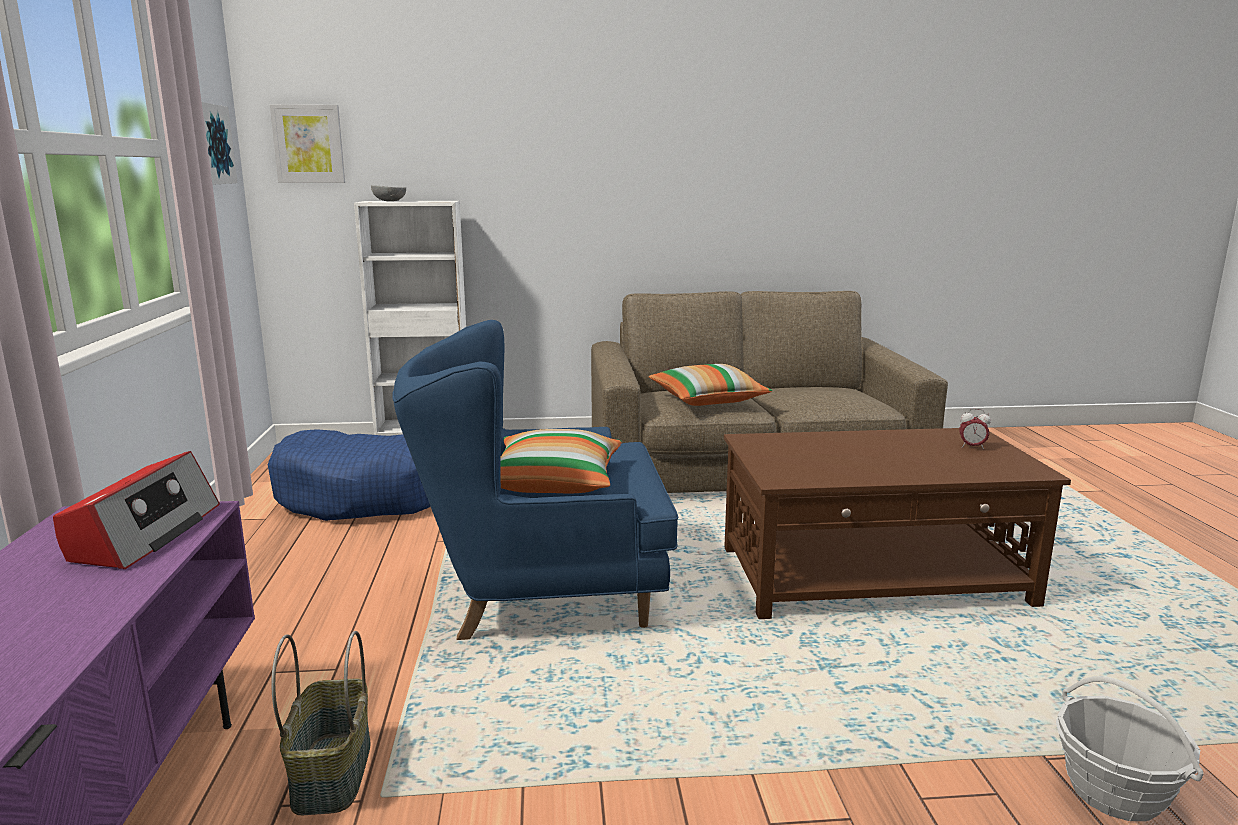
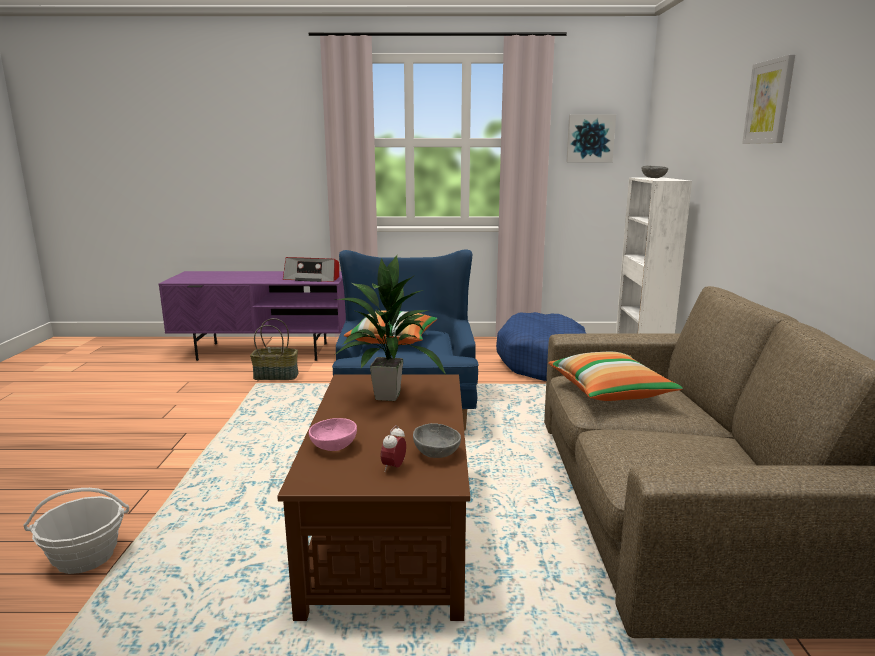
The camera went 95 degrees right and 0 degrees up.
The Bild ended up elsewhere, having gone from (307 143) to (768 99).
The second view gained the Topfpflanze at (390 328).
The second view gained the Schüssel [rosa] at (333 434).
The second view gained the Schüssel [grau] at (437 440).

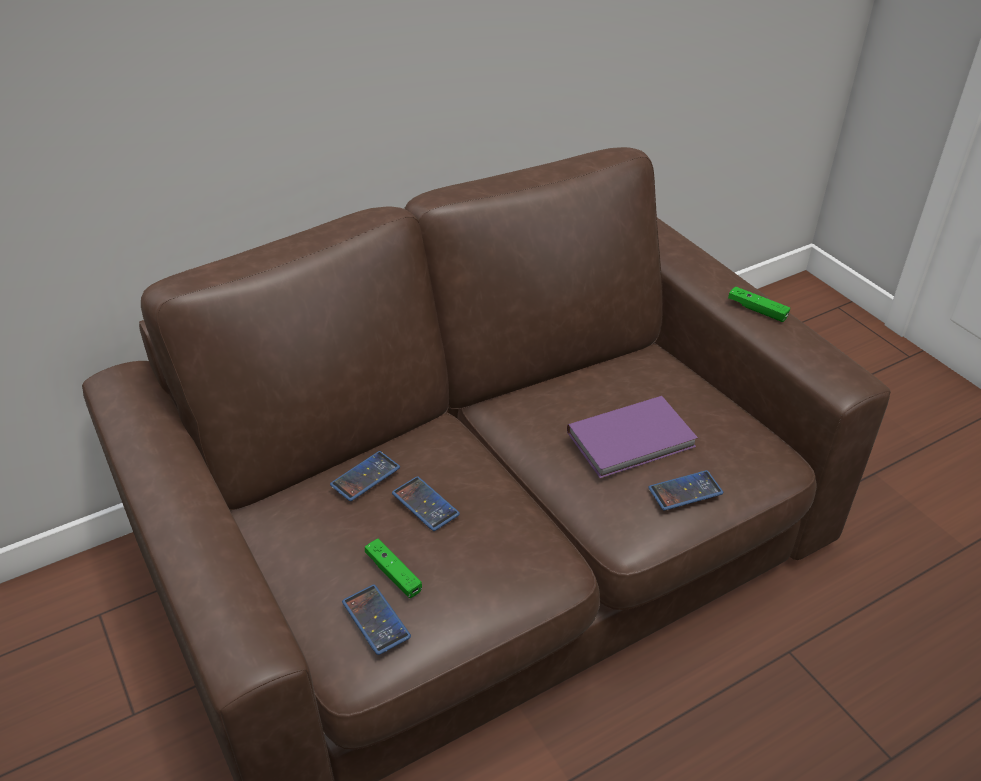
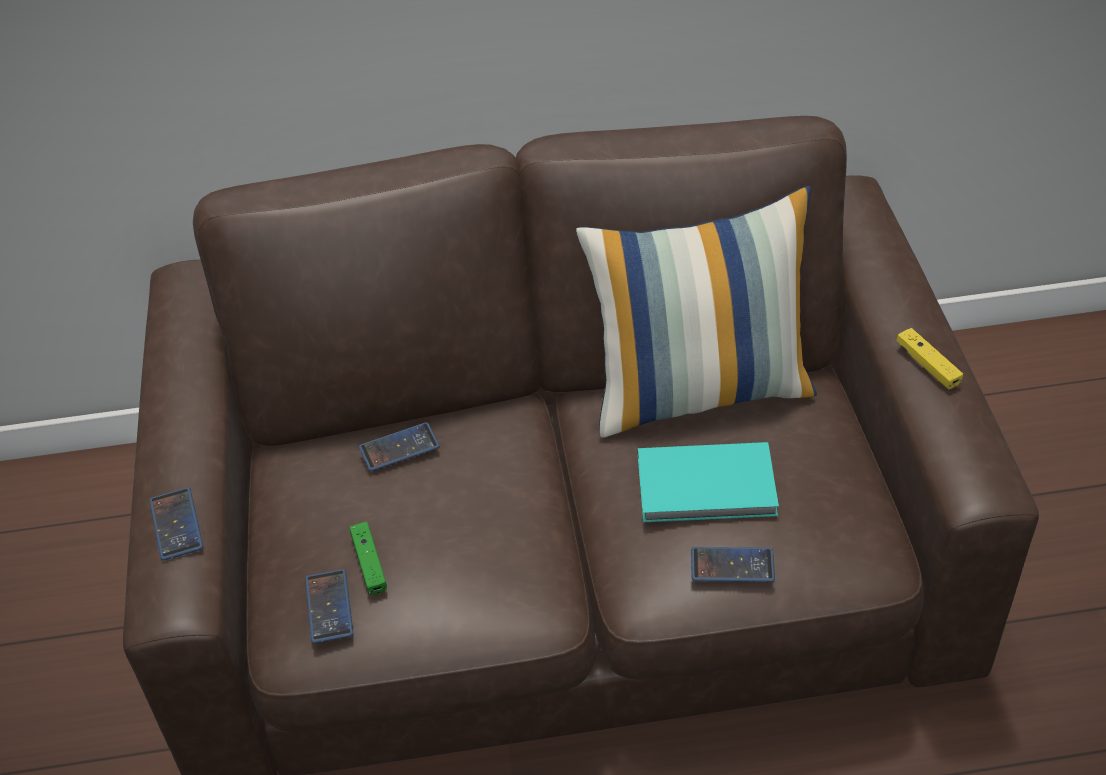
The camera went 25 degrees right and 5 degrees up.
What was the Gamepad [grün] at (759 304) turned into the Gamepad [gelb] at (930 358).
What was the Buch [lila] at (632 437) turned into the Buch [türkis] at (708 482).
The Handy ended up elsewhere, having gone from (426 503) to (176 524).
The second view gained the Kissen at (696 312).

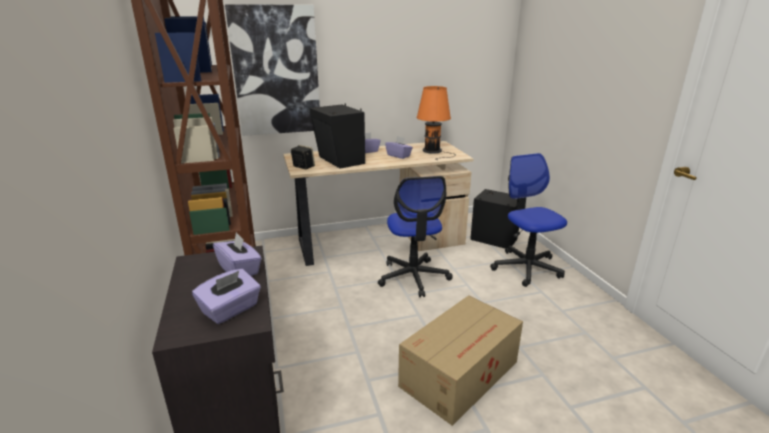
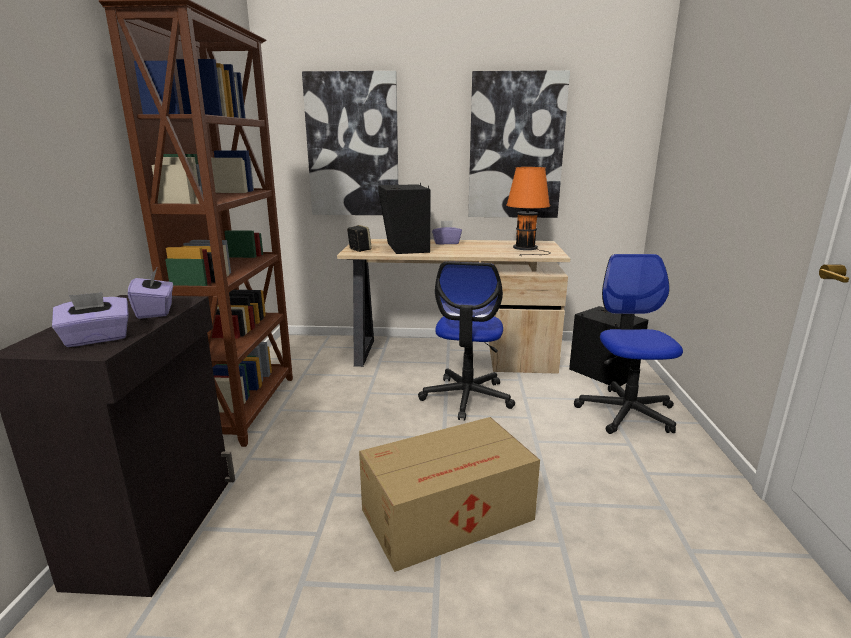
The camera went 20 degrees right and 5 degrees down.
The second view lost the Taschentuchbox [lila] at (399 147).
The second view gained the Bild at (519 144).

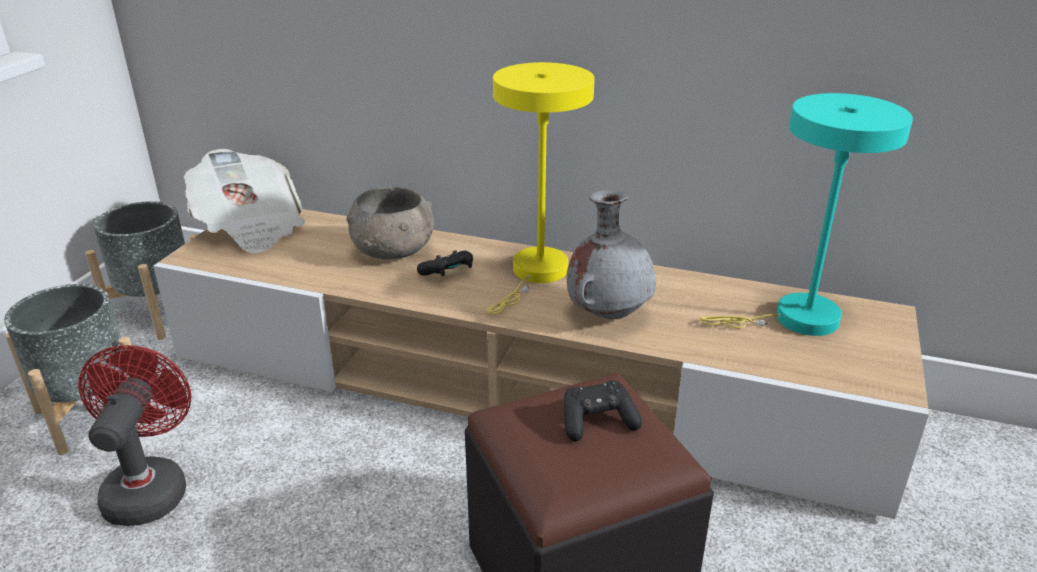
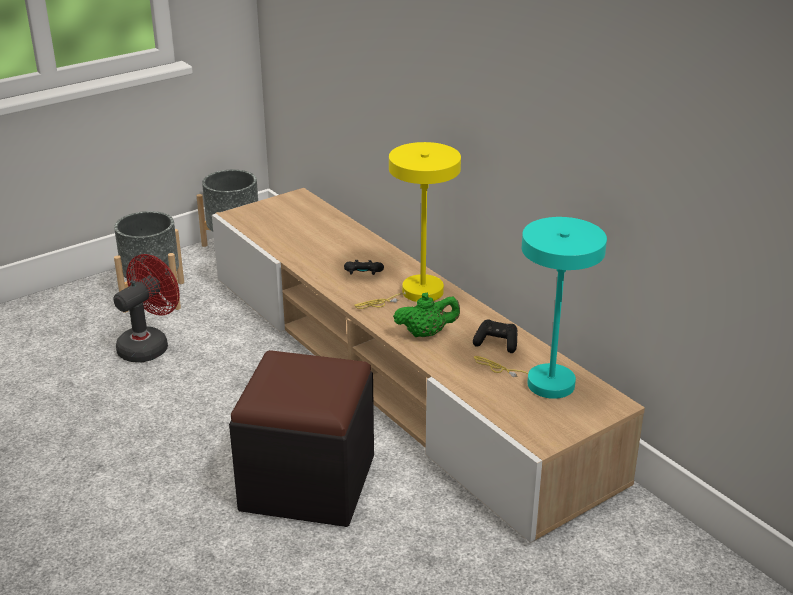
The camera went 35 degrees right and 0 degrees up.
The second view lost the Zeitung at (244 201).
The second view lost the Schüssel [grau] at (390 223).
Where the Vase [grau] stood at (611 254), the Teekanne [grün] came to stand at (426 315).
The Gamepad [schwarz] ended up elsewhere, having gone from (603 411) to (495 336).

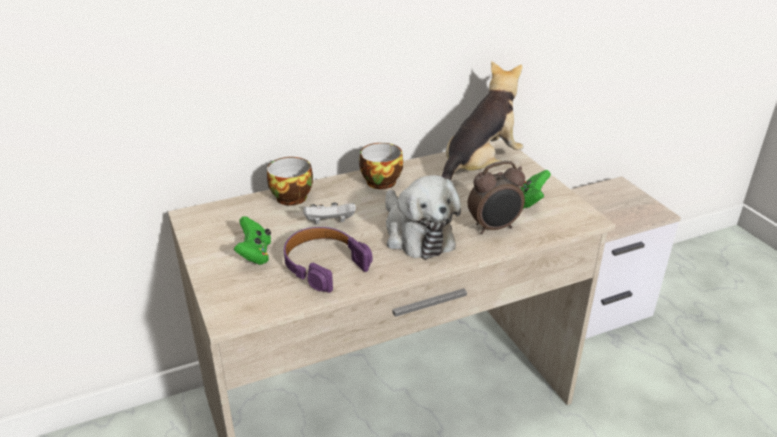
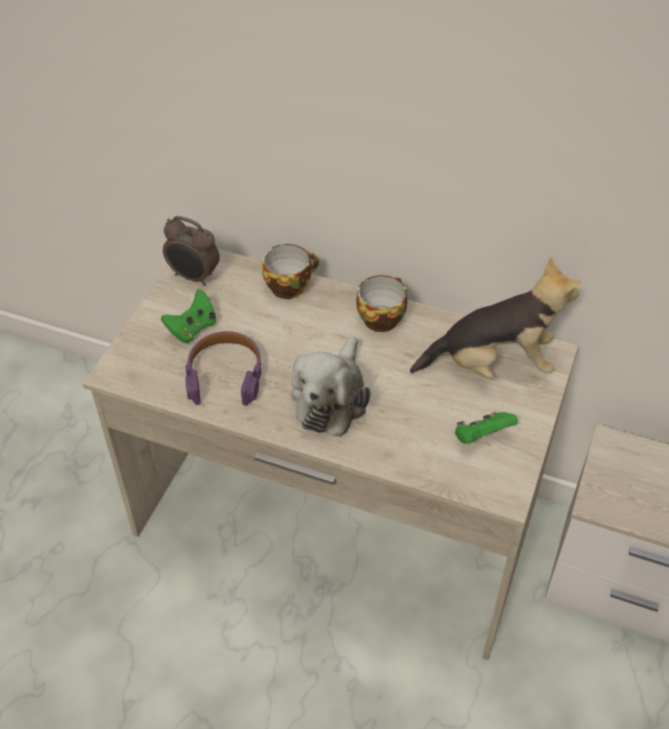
The camera went 45 degrees right and 15 degrees up.
The Wecker ended up elsewhere, having gone from (496 197) to (191 251).
The second view lost the Gamepad [weiß] at (329 213).

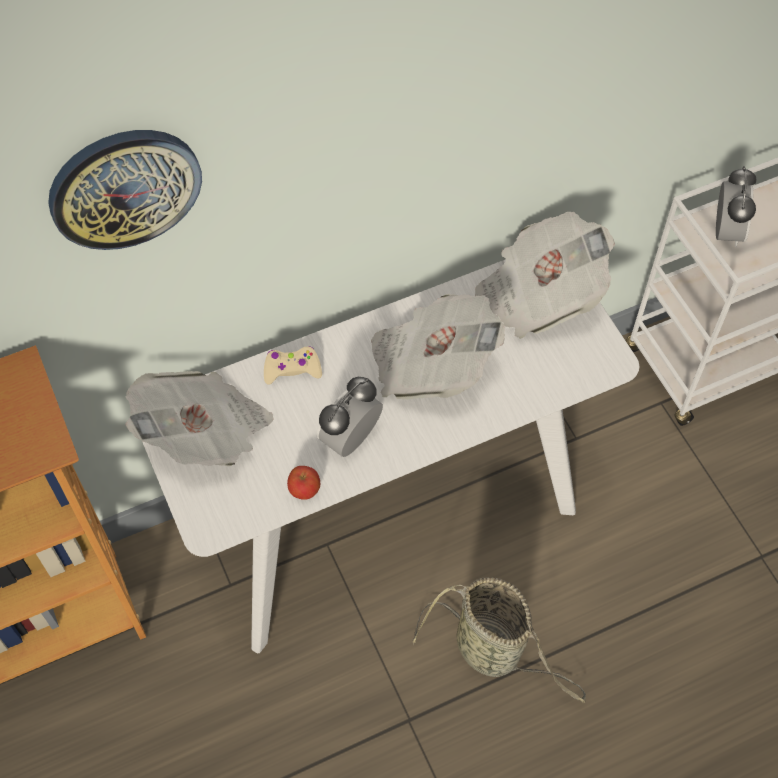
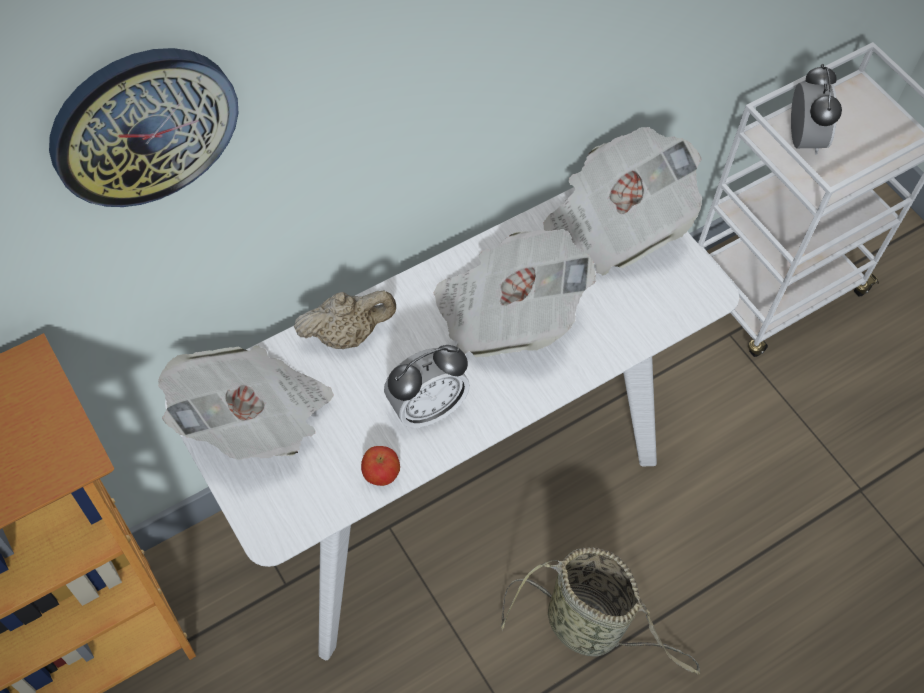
The camera went 10 degrees left and 0 degrees up.
Where the Gamepad [beige] stood at (293 365), the Teekanne [beige] came to stand at (345 319).
The Wecker at (350 417) ended up facing another way, 150 degrees counterclockwise from before.

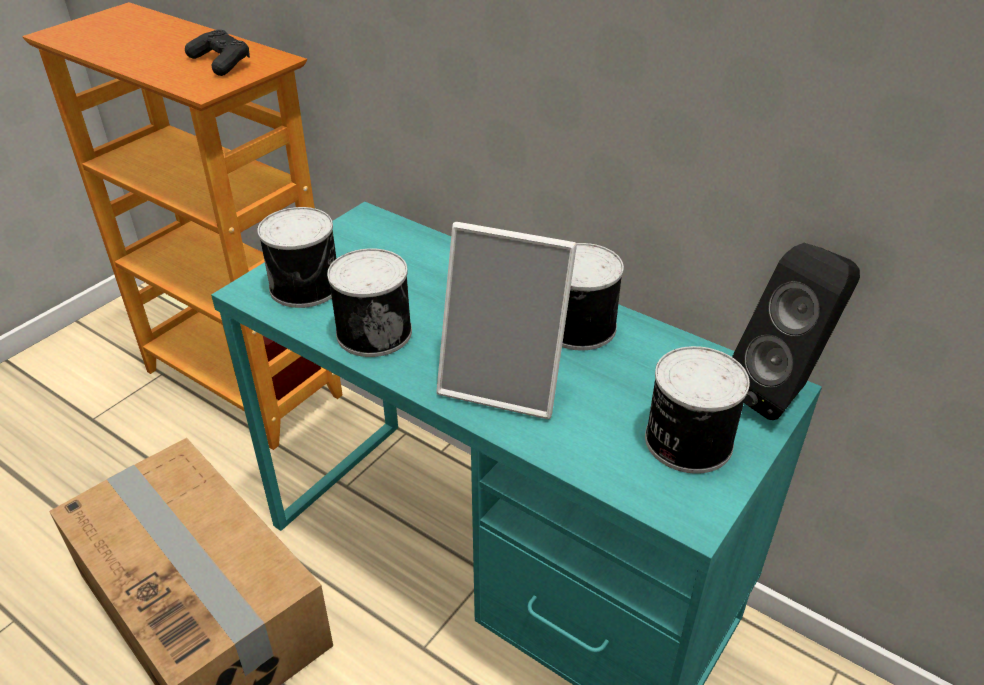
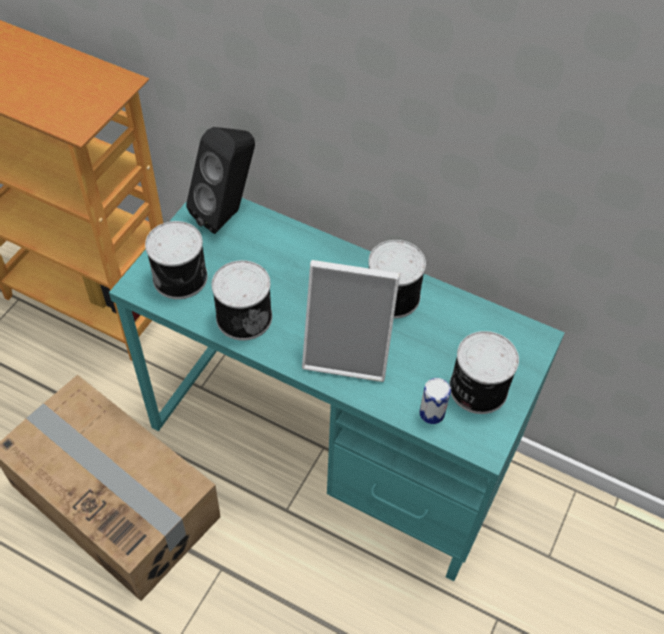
The camera went 10 degrees left and 15 degrees up.
The second view lost the Gamepad [schwarz] at (217 53).
The Lautsprecher [schwarz] ended up elsewhere, having gone from (796 331) to (220 180).
The second view gained the Dose at (435 401).

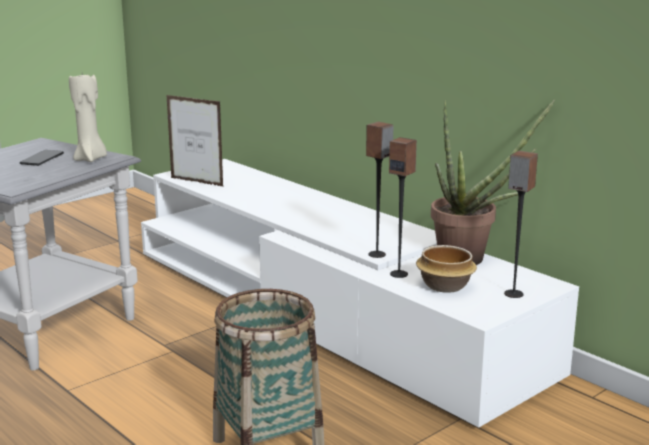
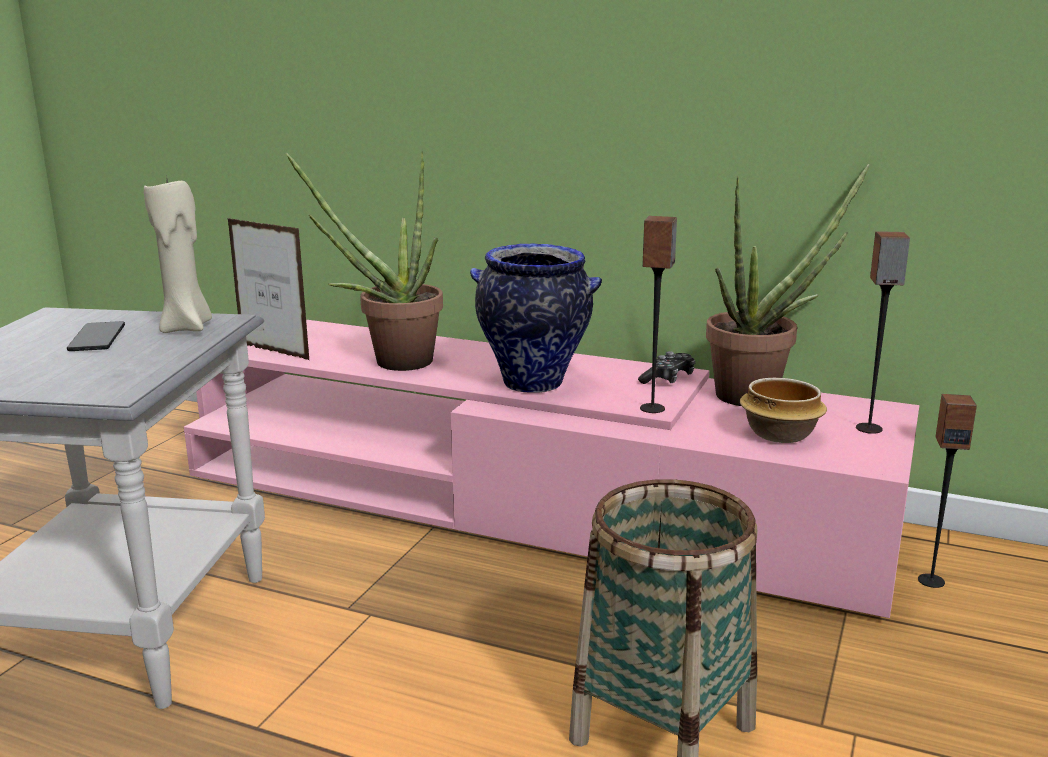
The camera went 25 degrees left and 0 degrees up.
The Bilderrahmen at (195 141) ended up facing another way, 150 degrees counterclockwise from before.
The Lautsprecher ended up elsewhere, having gone from (403 207) to (947 491).
What was the Fernsehschrank [weiß] at (360 293) turned into the Fernsehschrank [rosa] at (551 469).
The second view gained the Topfpflanze at (364 261).
The second view gained the Vase at (536 318).
The second view gained the Gamepad at (666 367).

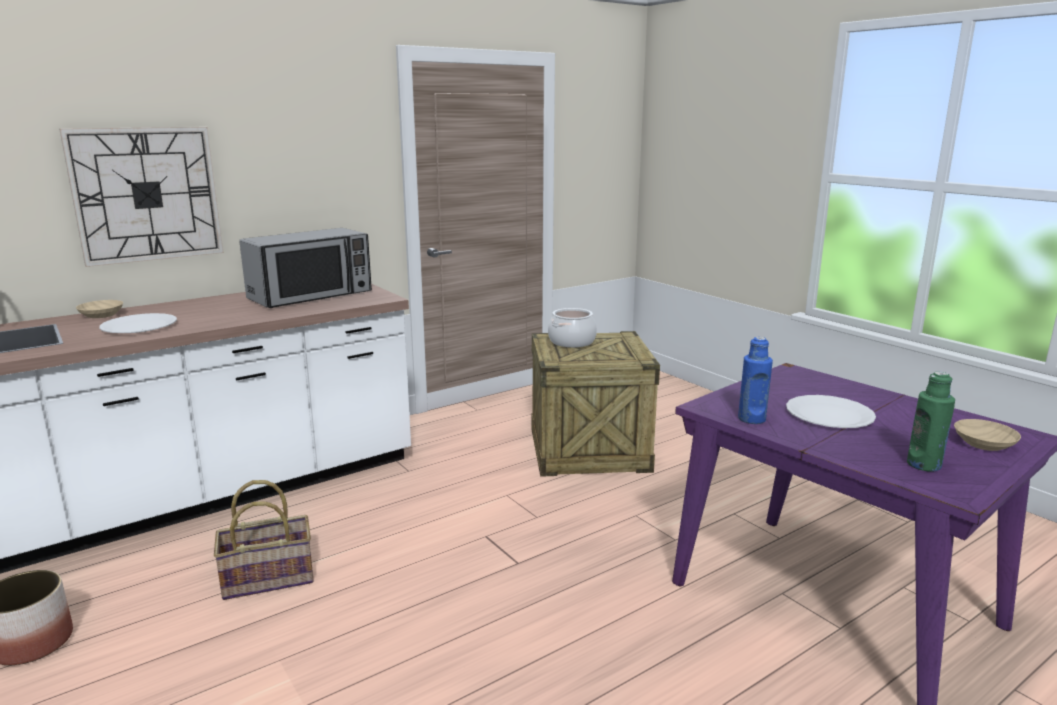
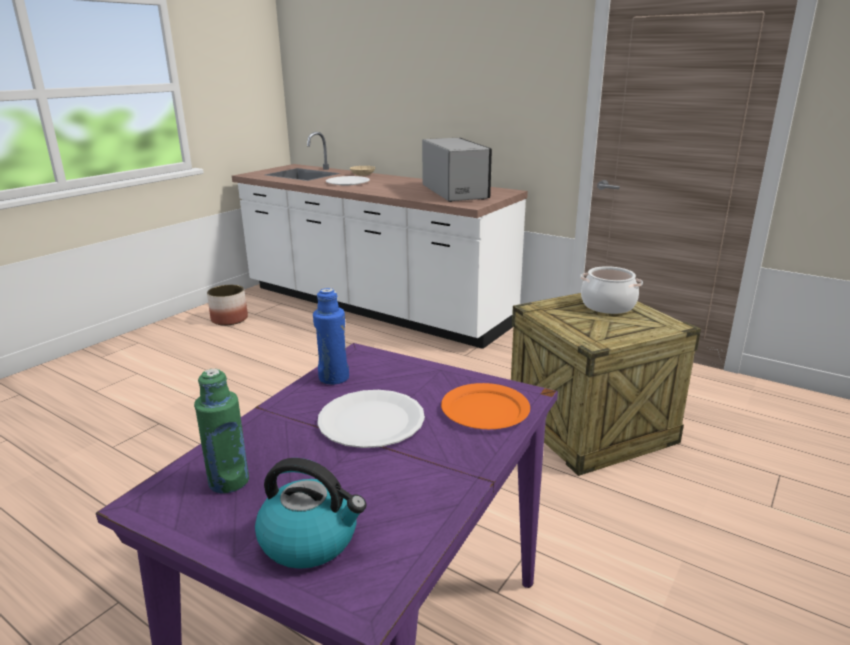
The camera went 70 degrees right and 5 degrees up.
The second view lost the Wanduhr at (141 197).
The Mikrowelle at (305 268) ended up facing another way, 135 degrees counterclockwise from before.
Where the Schüssel [beige] stood at (987 435), the Wasserkessel came to stand at (310 513).
The second view lost the Korb at (264 540).
The second view gained the Teller [orange] at (485 406).

